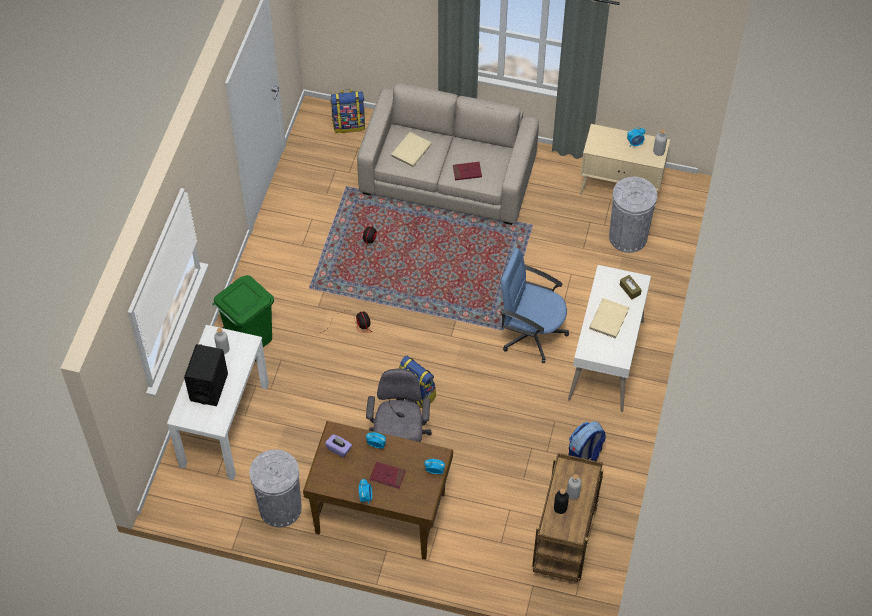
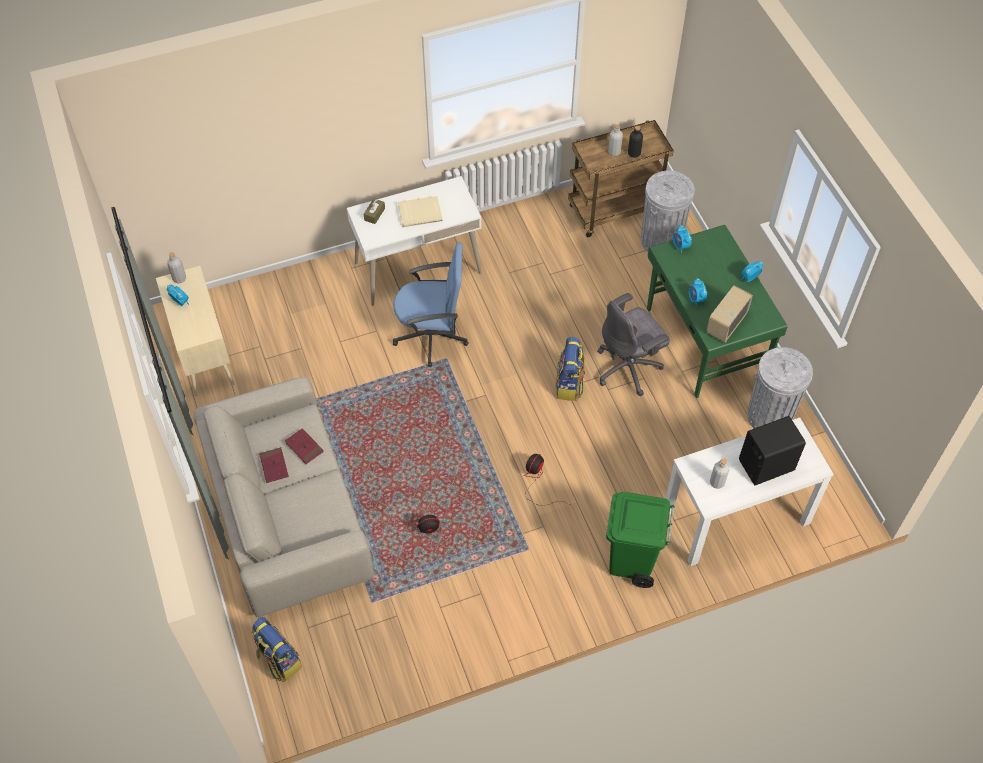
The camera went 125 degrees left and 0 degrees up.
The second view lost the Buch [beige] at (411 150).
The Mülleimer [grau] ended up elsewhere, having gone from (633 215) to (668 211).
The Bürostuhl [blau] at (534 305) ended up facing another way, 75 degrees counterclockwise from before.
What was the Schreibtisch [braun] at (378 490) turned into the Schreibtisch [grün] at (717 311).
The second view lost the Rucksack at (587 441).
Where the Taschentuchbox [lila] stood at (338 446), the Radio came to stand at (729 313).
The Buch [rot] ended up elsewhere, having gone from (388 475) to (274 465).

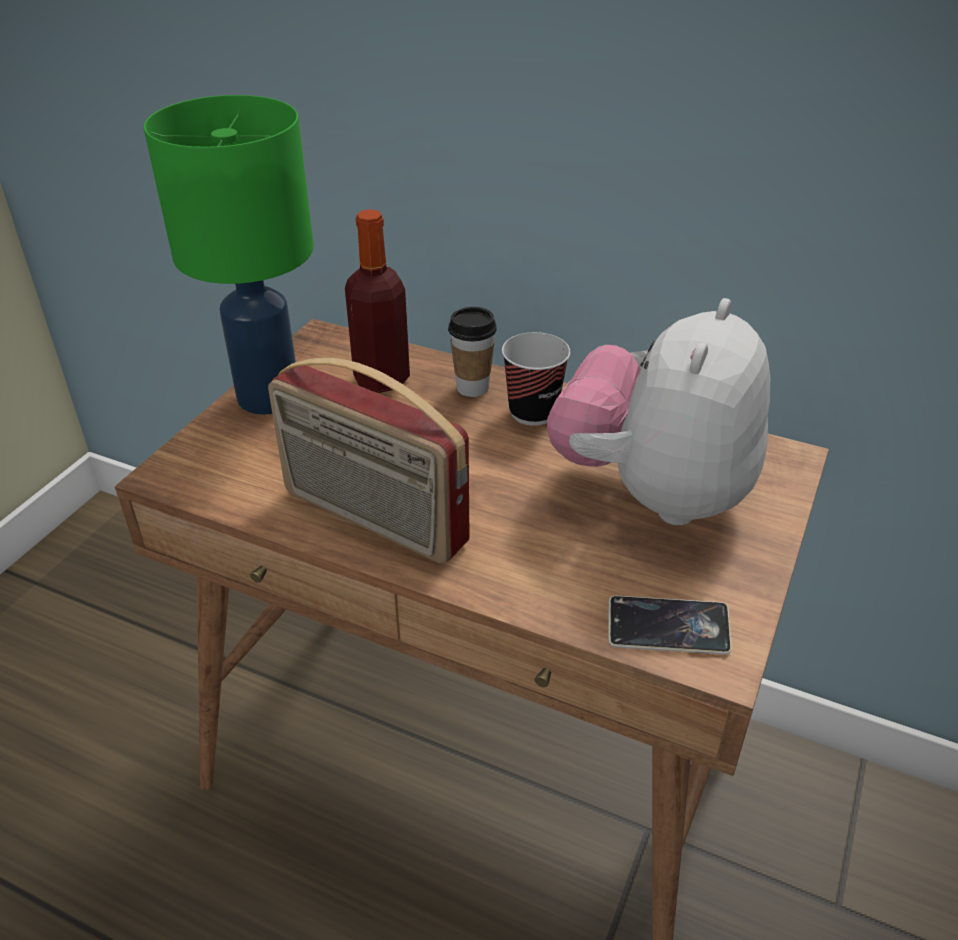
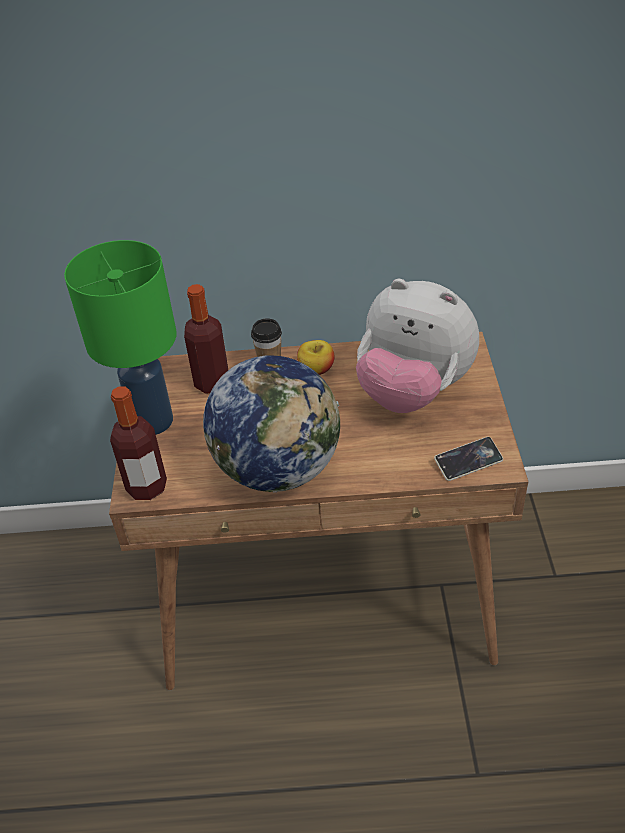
The camera went 25 degrees left and 5 degrees up.
The Plüschtier at (658 411) ended up facing another way, 60 degrees counterclockwise from before.
Where the Tasse stood at (536 379), the Apfel came to stand at (315 357).
Where the Radio stood at (369 461), the Globus came to stand at (271 424).
The second view gained the Flasche at (138 443).

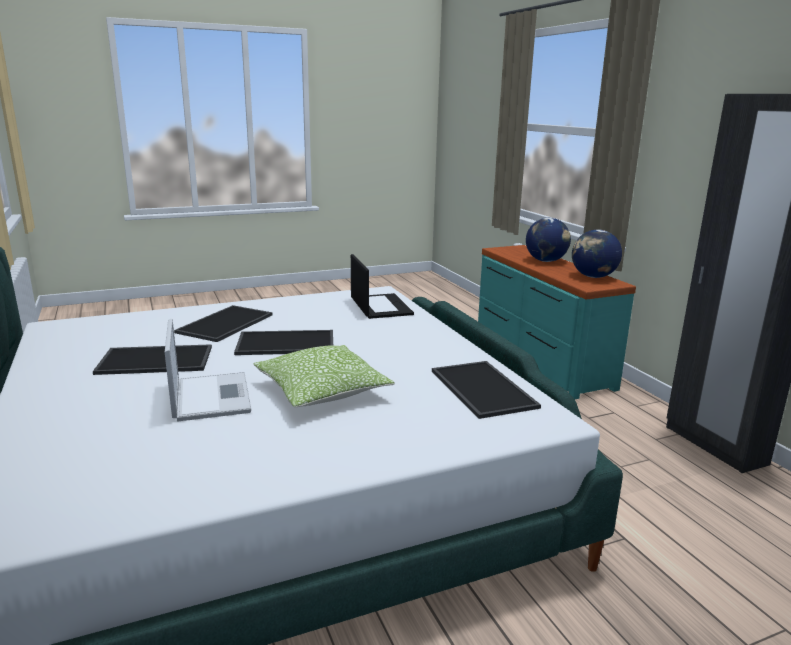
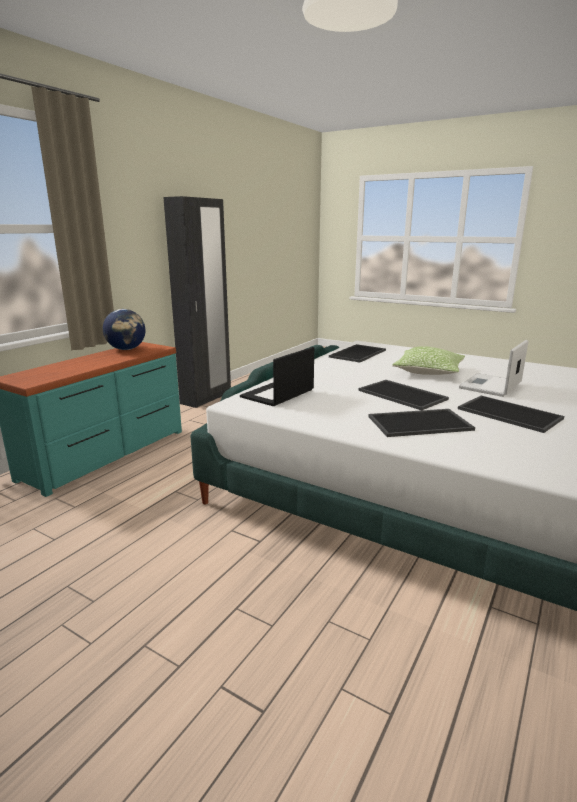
The camera went 125 degrees left and 0 degrees up.
The second view lost the Globus at (548 240).

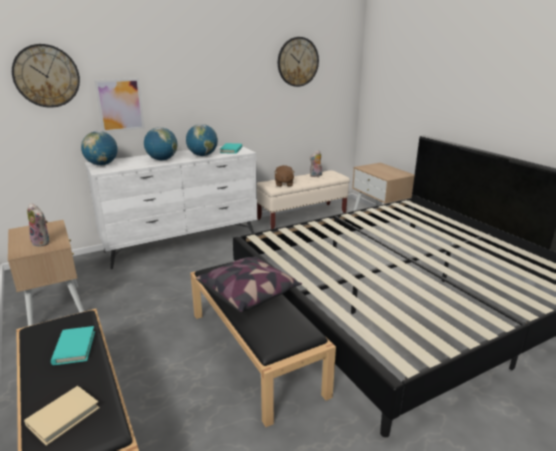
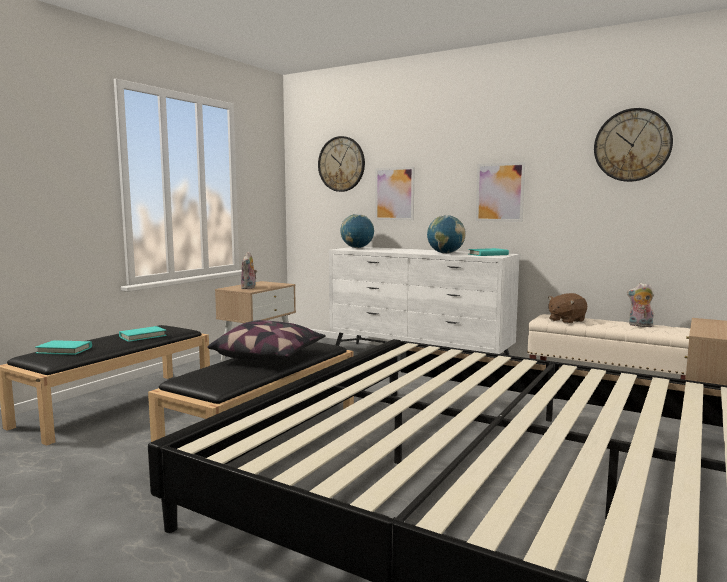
The camera went 60 degrees right and 15 degrees down.
The second view lost the Globus at (160 144).
What was the Buch [beige] at (62 416) turned into the Buch [türkis] at (63 347).
The second view gained the Bild at (500 192).

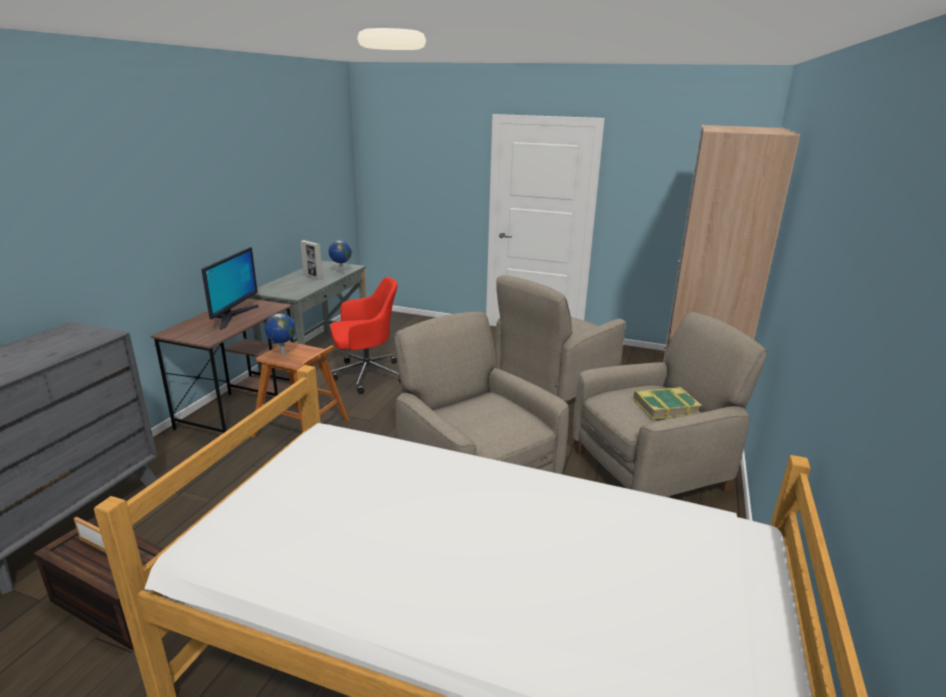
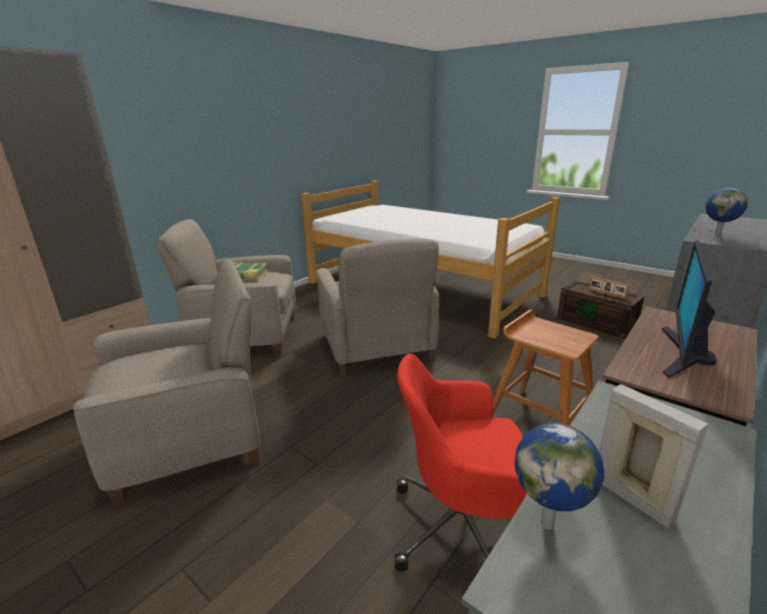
The camera went 160 degrees left and 0 degrees up.
The Globus ended up elsewhere, having gone from (280 334) to (726 213).

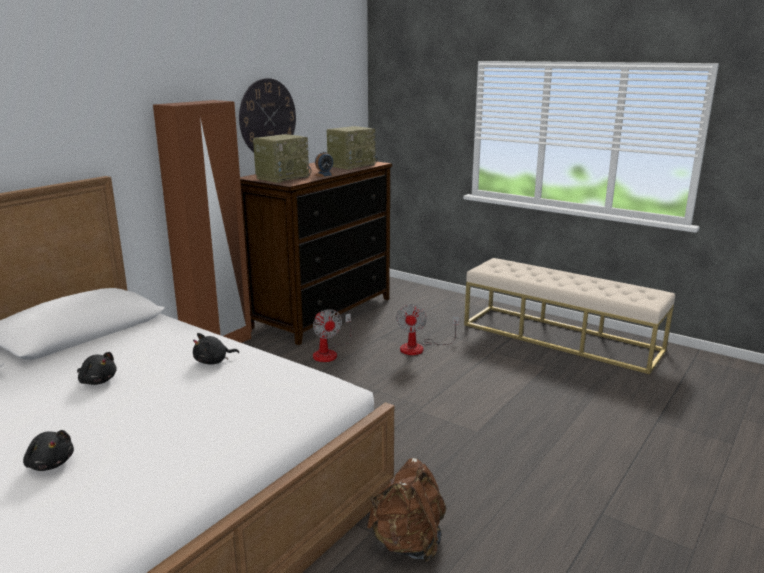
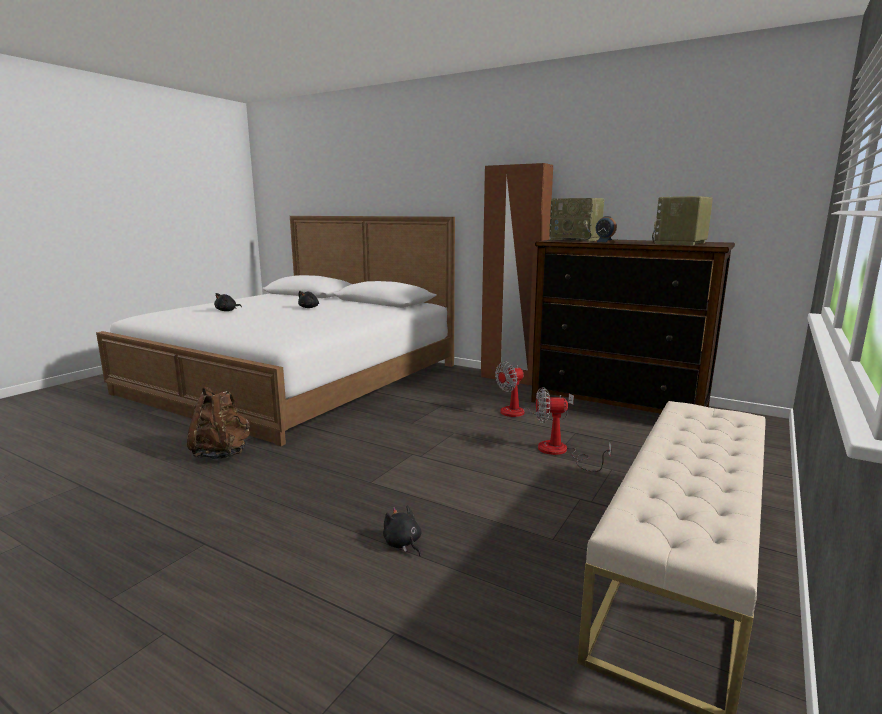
The camera went 85 degrees right and 5 degrees down.
The second view lost the Wanduhr at (267 115).
The Radio at (352 148) ended up facing another way, 90 degrees clockwise from before.
The Plüschtier [schwarz] ended up elsewhere, having gone from (216 349) to (402 531).

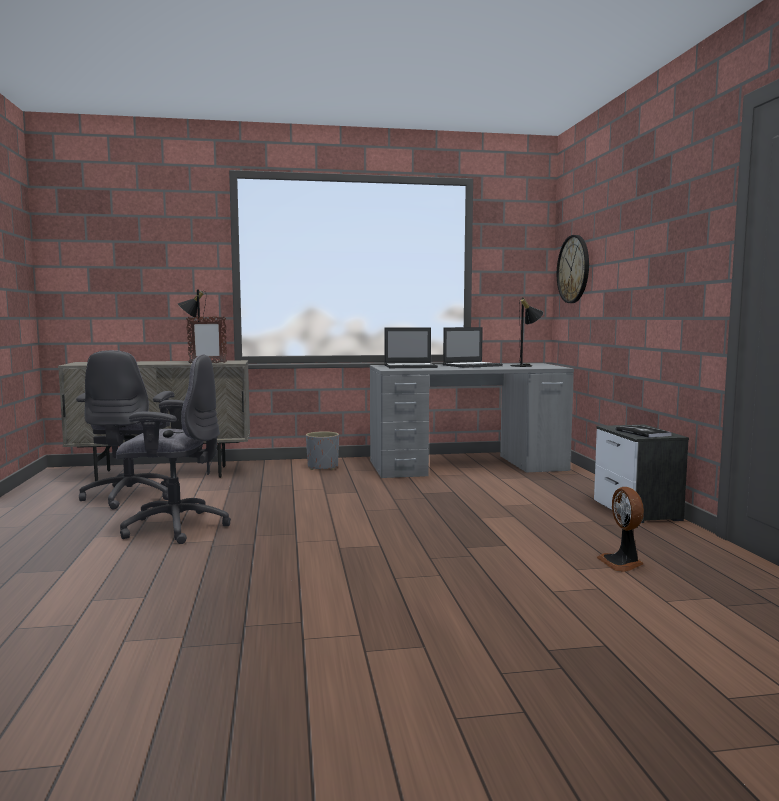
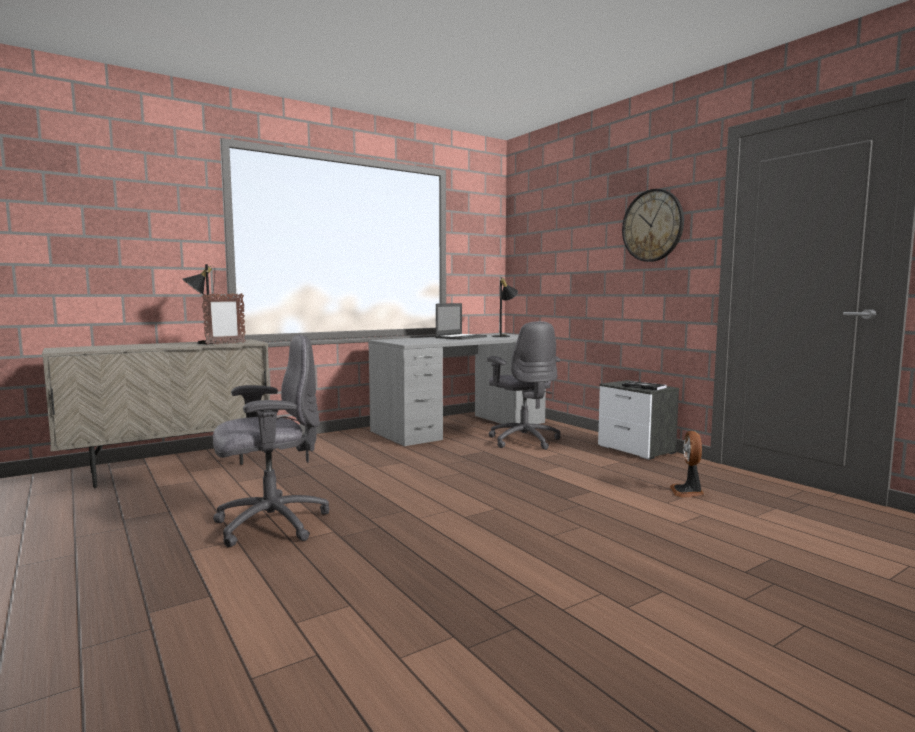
The camera went 25 degrees left and 0 degrees up.
The Wanduhr ended up elsewhere, having gone from (573 269) to (653 225).
The second view lost the Laptop at (411 347).
The Bürostuhl [grau] ended up elsewhere, having gone from (125 430) to (524 385).
The second view lost the Pflanzkübel [grau] at (322 450).
The Ventilator at (620 529) ended up facing another way, 45 degrees clockwise from before.

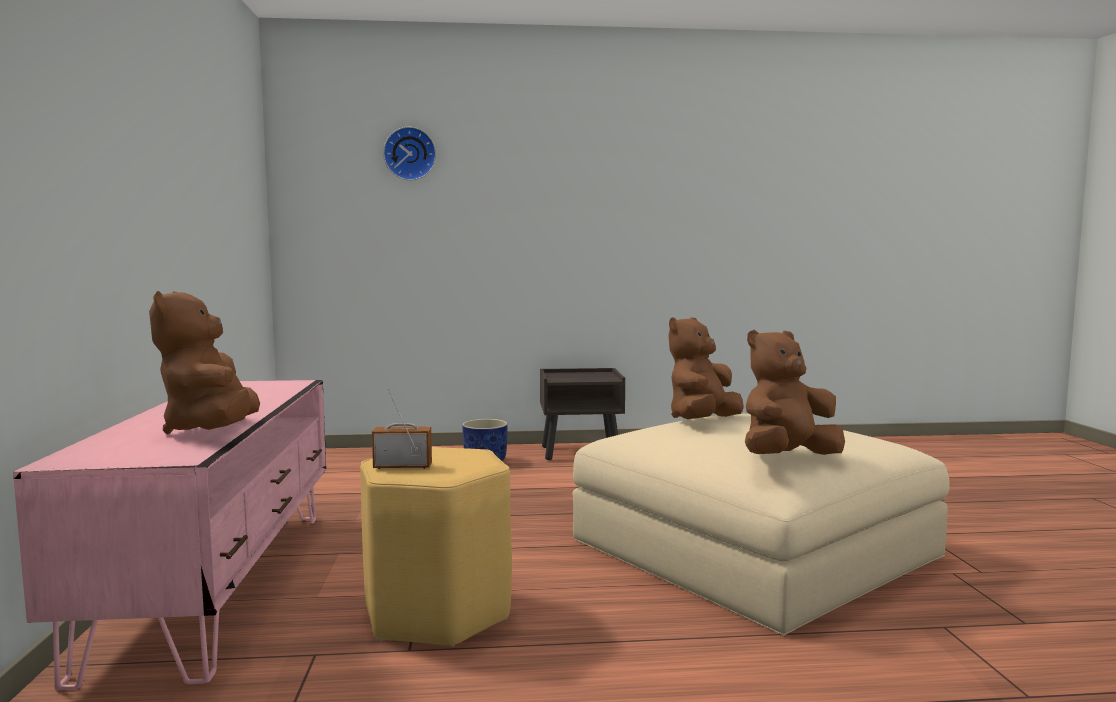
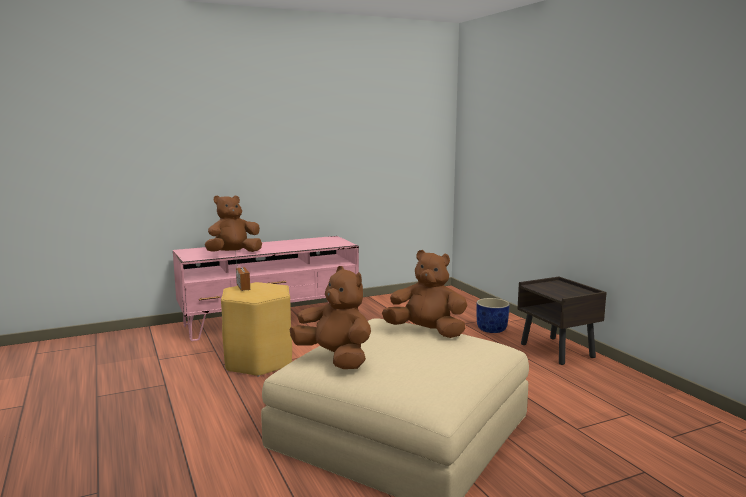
The camera went 70 degrees right and 5 degrees up.
The second view lost the Wanduhr at (409 153).

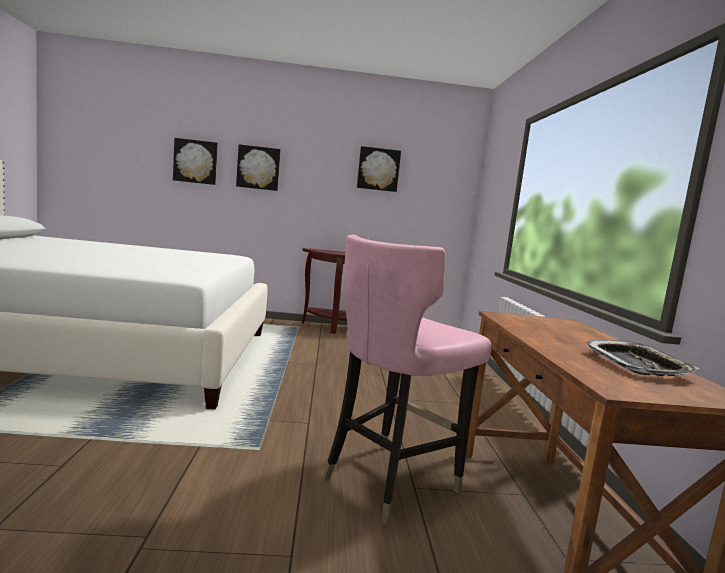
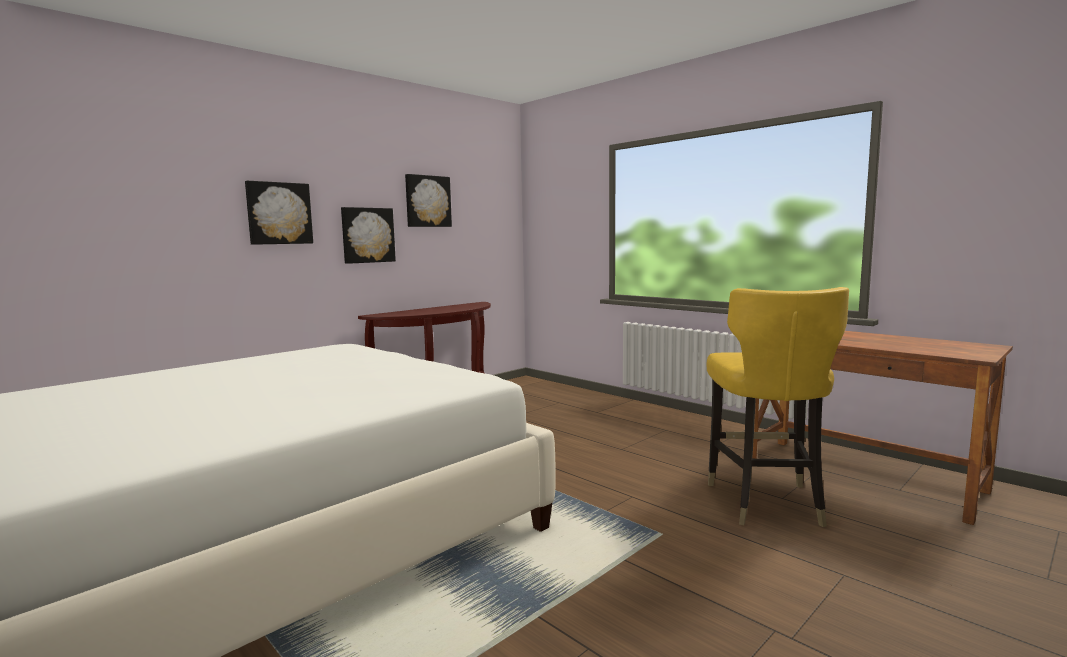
The camera went 40 degrees left and 0 degrees up.
The Bild ended up elsewhere, having gone from (195 161) to (368 235).
What was the Stuhl [rosa] at (407 380) turned into the Stuhl [gelb] at (778 407).
The second view lost the Tablett at (642 358).

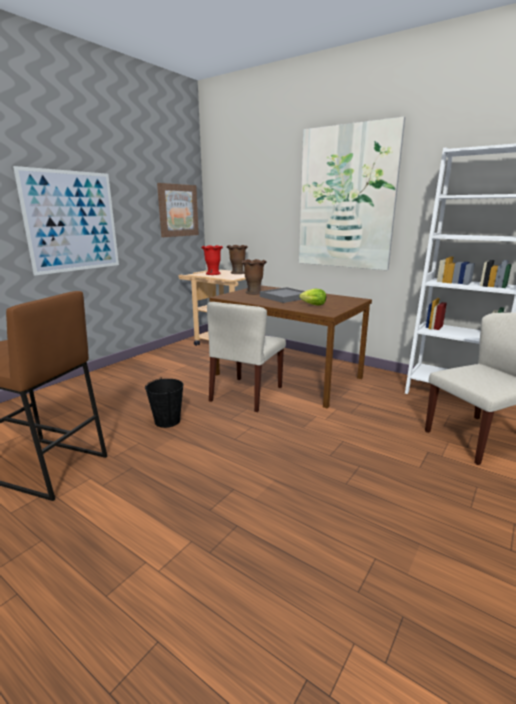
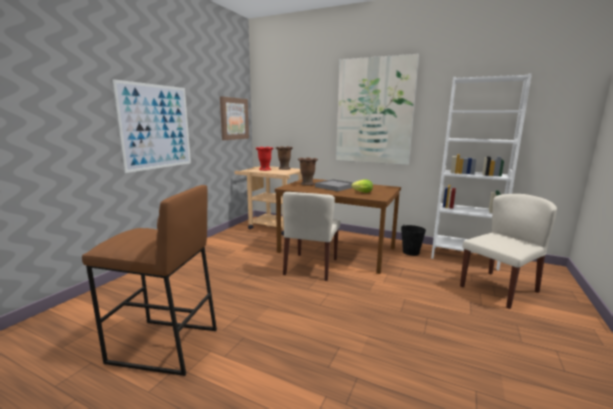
The camera went 10 degrees left and 5 degrees down.
The Eimer [schwarz] ended up elsewhere, having gone from (164 402) to (413 240).

